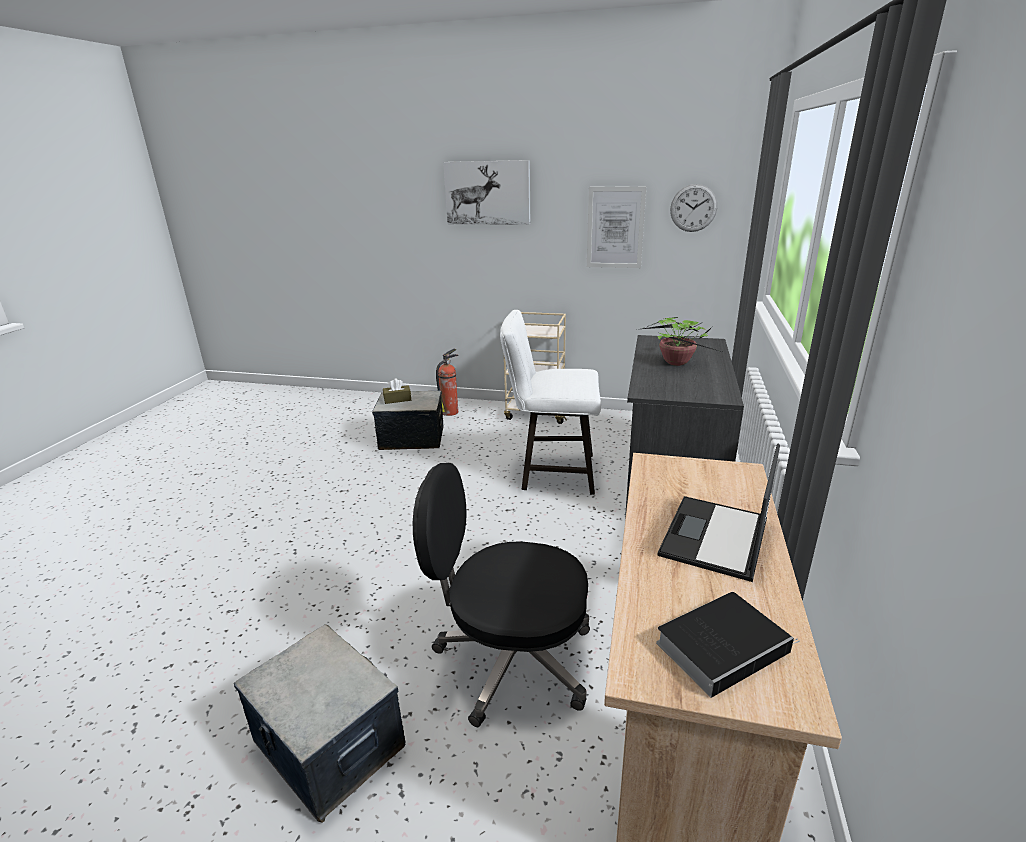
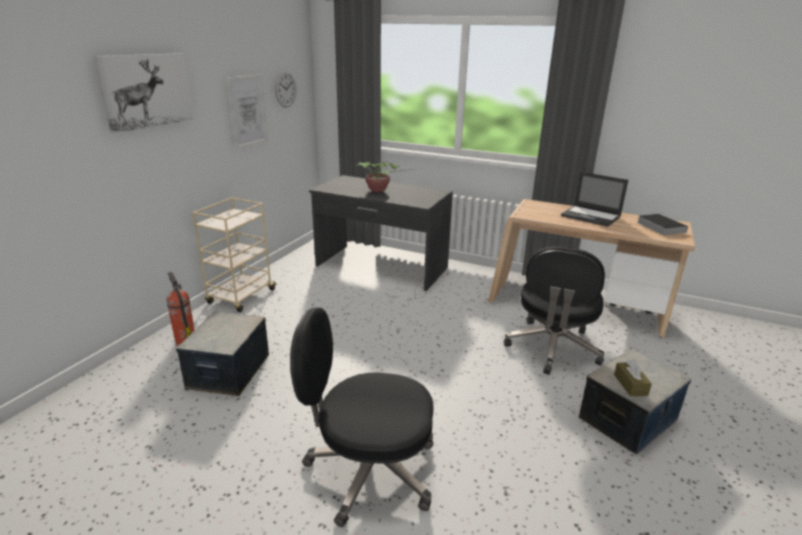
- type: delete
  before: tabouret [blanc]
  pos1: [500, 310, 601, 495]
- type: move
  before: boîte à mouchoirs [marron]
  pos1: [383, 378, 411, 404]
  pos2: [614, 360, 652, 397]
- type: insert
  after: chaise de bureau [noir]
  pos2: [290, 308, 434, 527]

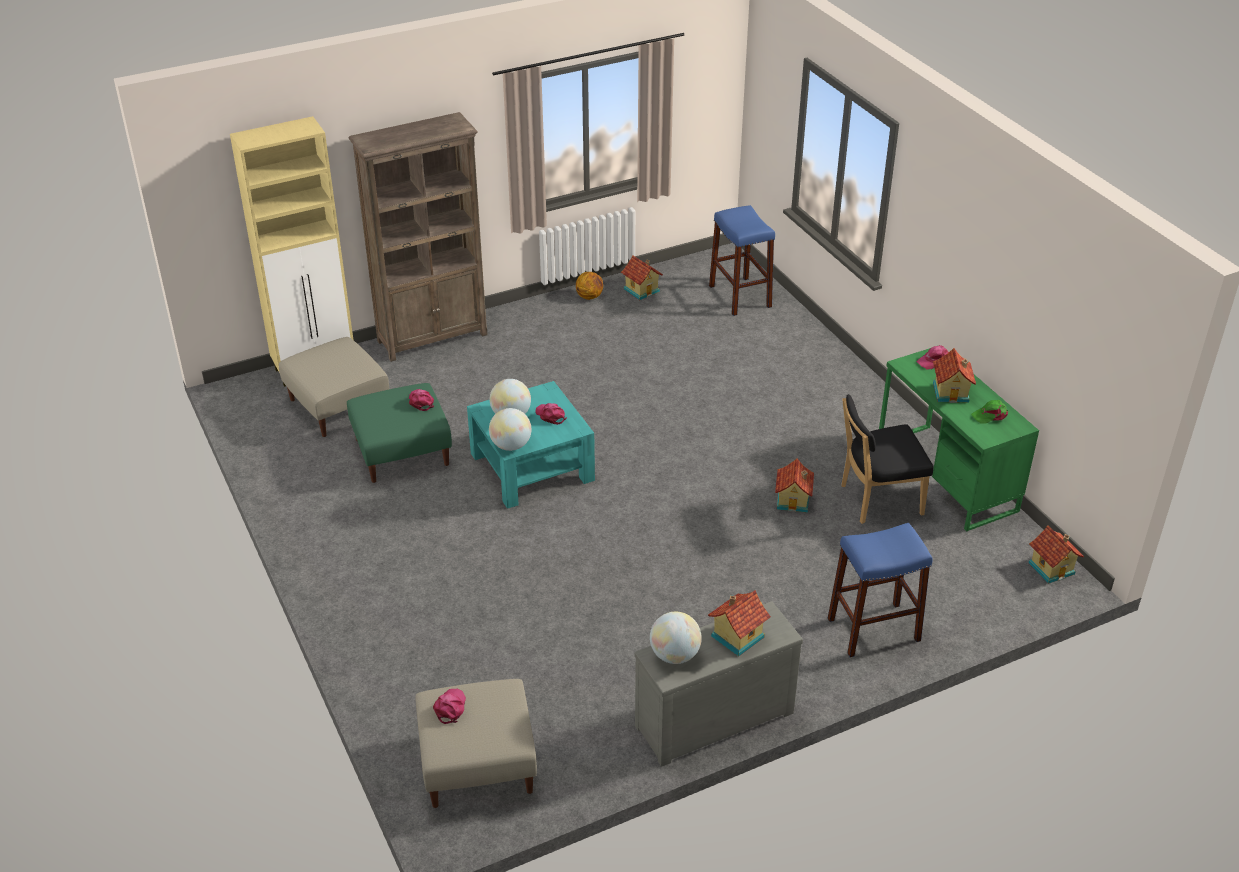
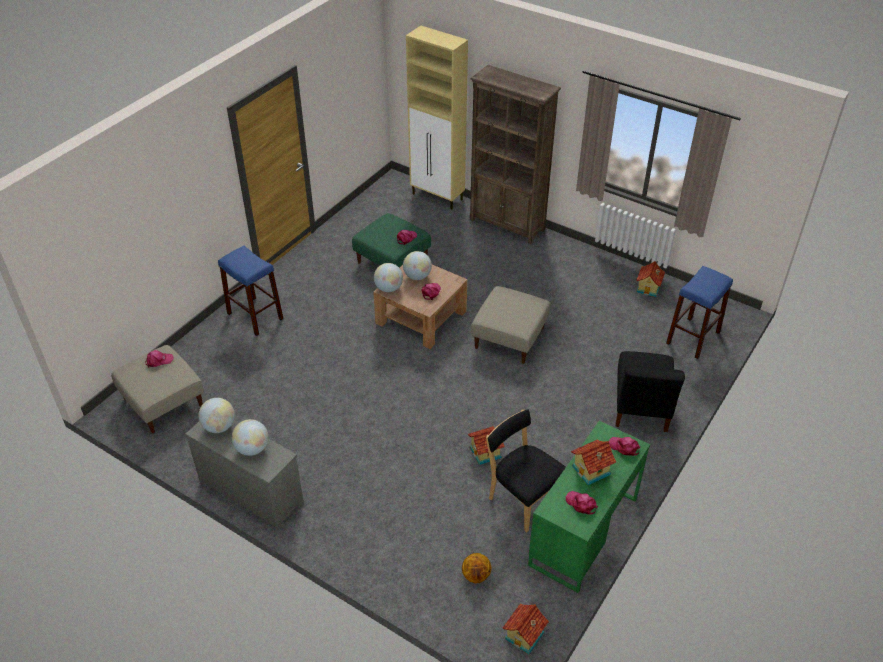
- type: move
  before: ballon de basket
  pos1: [576, 272, 603, 300]
  pos2: [462, 553, 491, 583]
- type: move
  before: pouf [beige]
  pos1: [279, 337, 389, 437]
  pos2: [471, 286, 550, 364]
- type: recolor
  before: table basse [turquoise]
  after: table basse [marron]
  pos1: [467, 381, 595, 509]
  pos2: [373, 265, 467, 349]
- type: recolor
  before: casquette [vert]
  after: casquette [rose]
  pos1: [971, 400, 1008, 424]
  pos2: [566, 491, 598, 515]
- type: move
  before: tabouret [bleu]
  pos1: [828, 523, 932, 657]
  pos2: [218, 246, 284, 336]
- type: replace
  before: maison miniature
  after: globe
  pos1: [708, 590, 771, 656]
  pos2: [232, 419, 268, 456]
- type: insert
  after: chaise [noir]
  pos2: [616, 351, 685, 432]

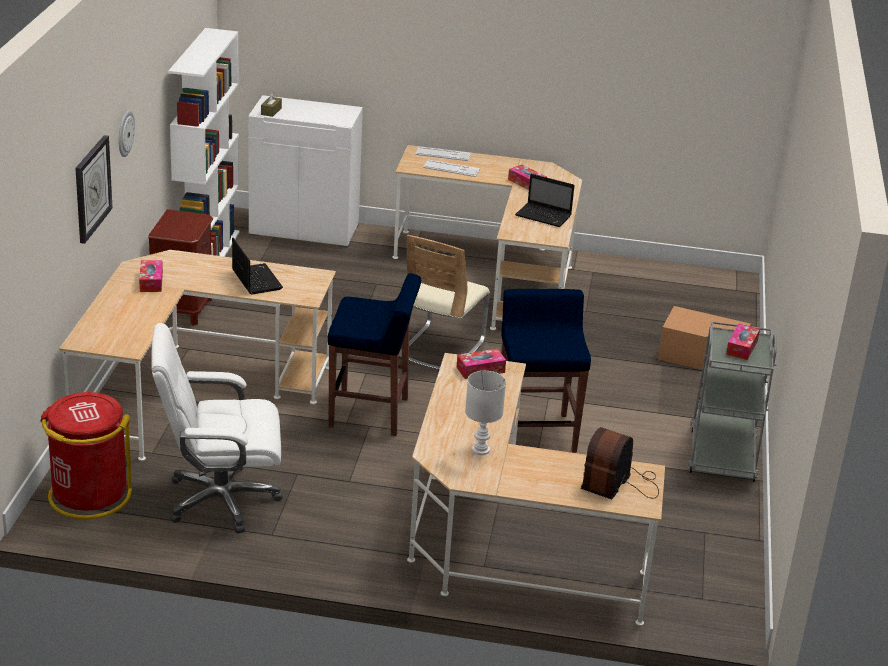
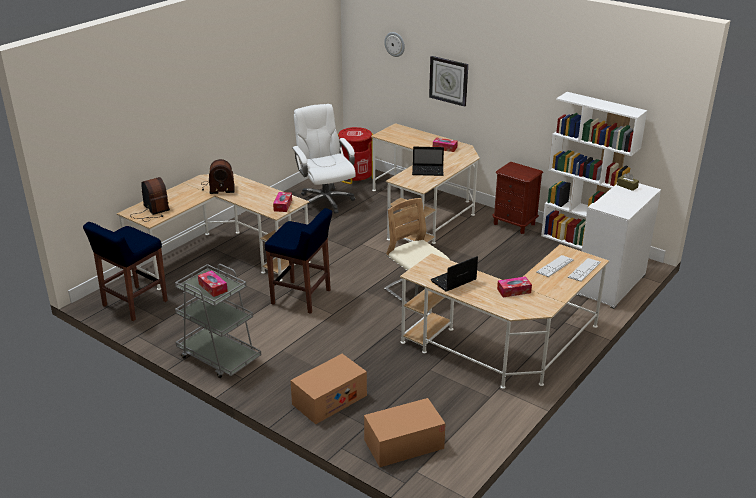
- type: move
  before: horloge murale
  pos1: [119, 110, 135, 157]
  pos2: [384, 32, 405, 57]
- type: move
  before: tabouret [bleu]
  pos1: [327, 273, 421, 436]
  pos2: [83, 222, 168, 321]
- type: rotate
  before: chaise de bureau [blanc]
  pos1: [151, 323, 283, 533]
  pos2: [292, 104, 356, 214]
  turn: -45
- type: replace
  before: lampe de table [blanc]
  after: radio
  pos1: [465, 371, 506, 455]
  pos2: [202, 159, 234, 194]
- type: insert
  after: carton
  pos2: [364, 398, 446, 467]

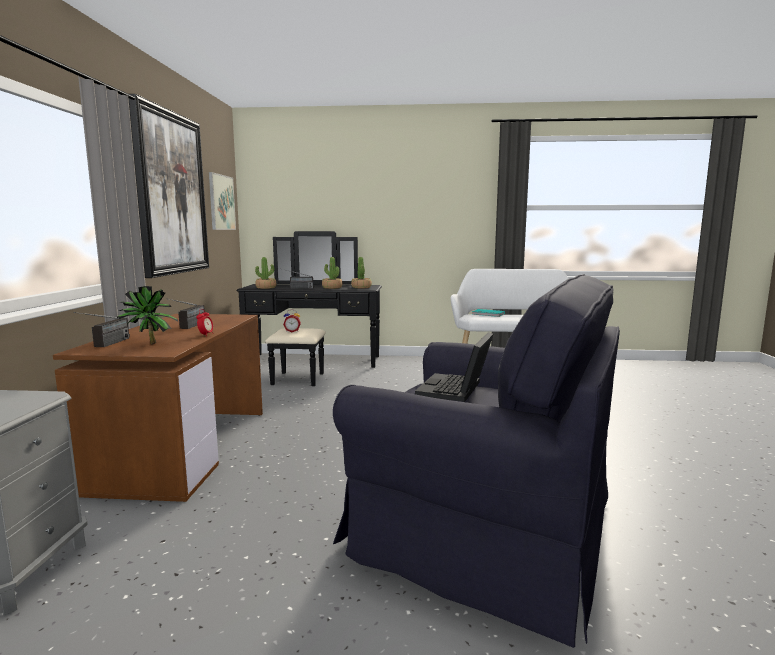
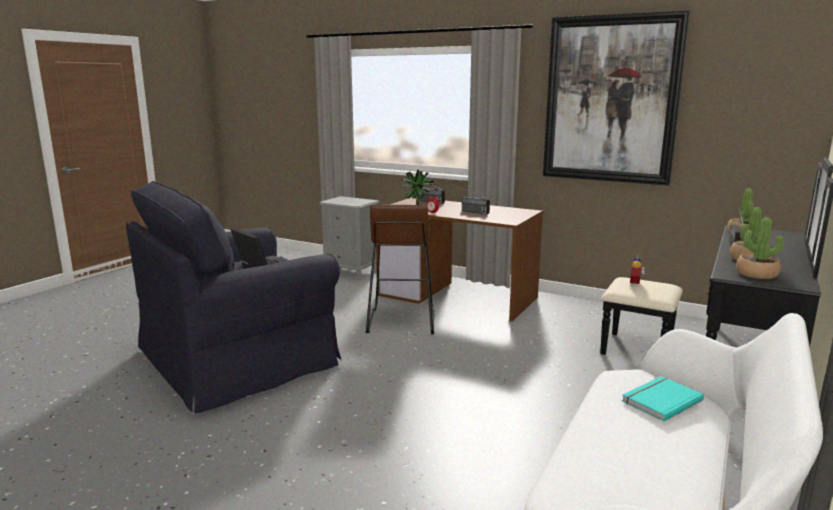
- type: delete
  before: tableau
  pos1: [209, 172, 236, 230]
- type: insert
  after: tabouret [marron]
  pos2: [366, 205, 435, 334]

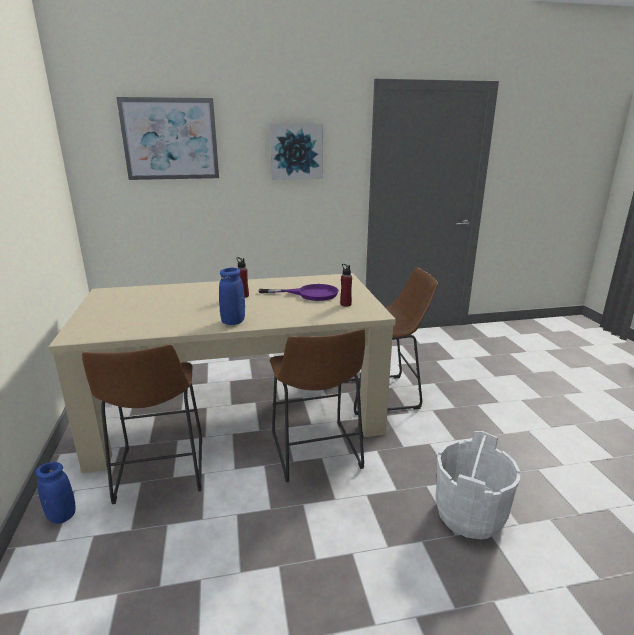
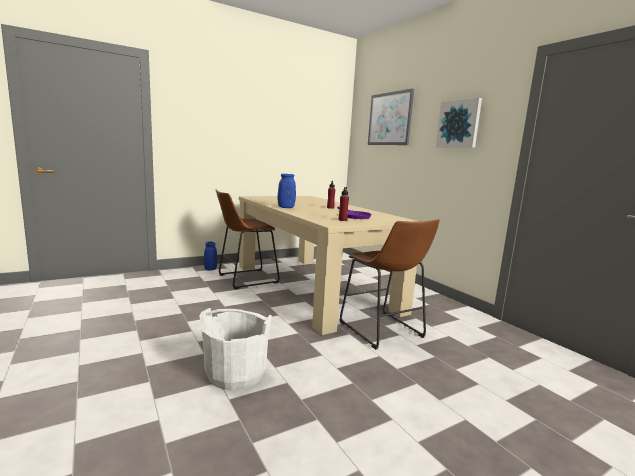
- type: delete
  before: tabouret [marron]
  pos1: [270, 329, 365, 482]

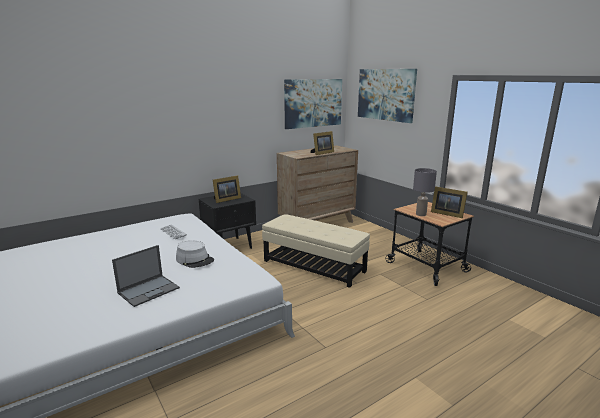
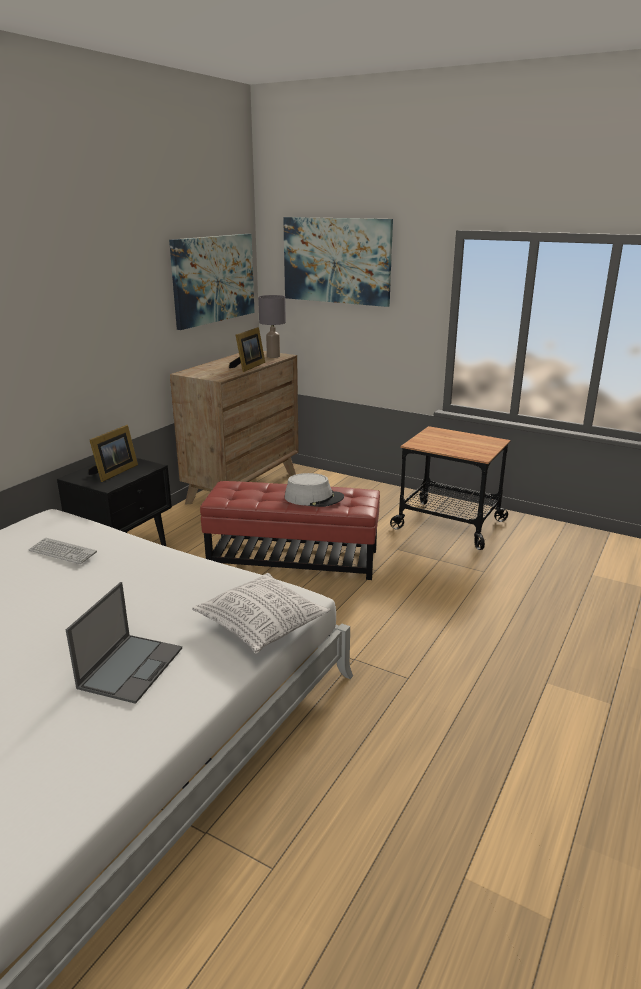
- type: move
  before: lampe de table [gris]
  pos1: [413, 168, 437, 216]
  pos2: [258, 295, 286, 358]
- type: delete
  before: cadre photo
  pos1: [431, 186, 468, 218]
- type: recolor
  before: pouf [beige]
  after: pouf [rouge]
  pos1: [262, 214, 370, 288]
  pos2: [200, 481, 380, 580]
- type: move
  before: chapeau [gris]
  pos1: [176, 240, 214, 268]
  pos2: [285, 473, 344, 507]
- type: insert
  after: coussin
  pos2: [192, 573, 330, 654]

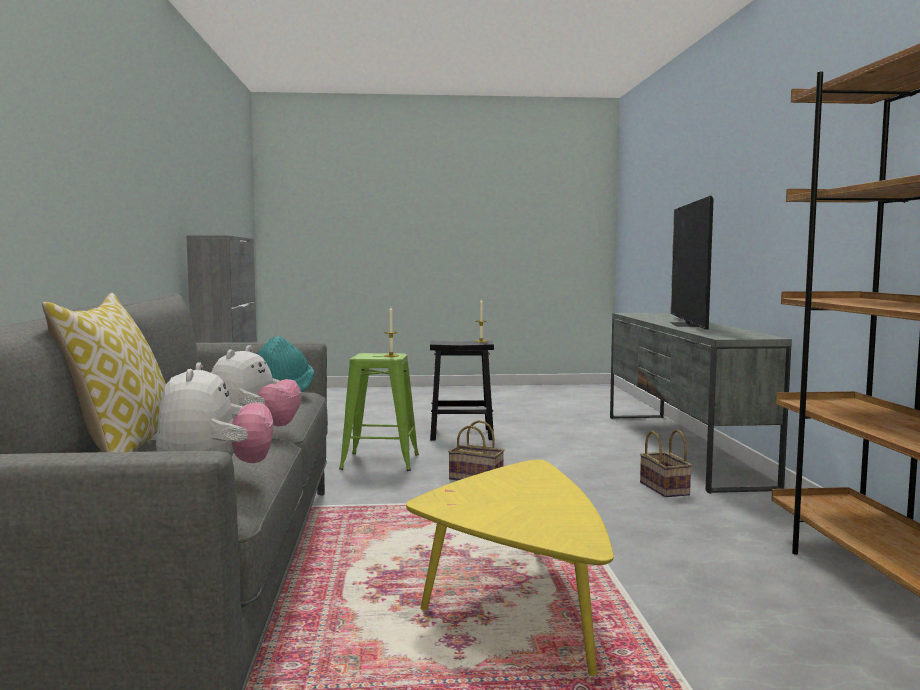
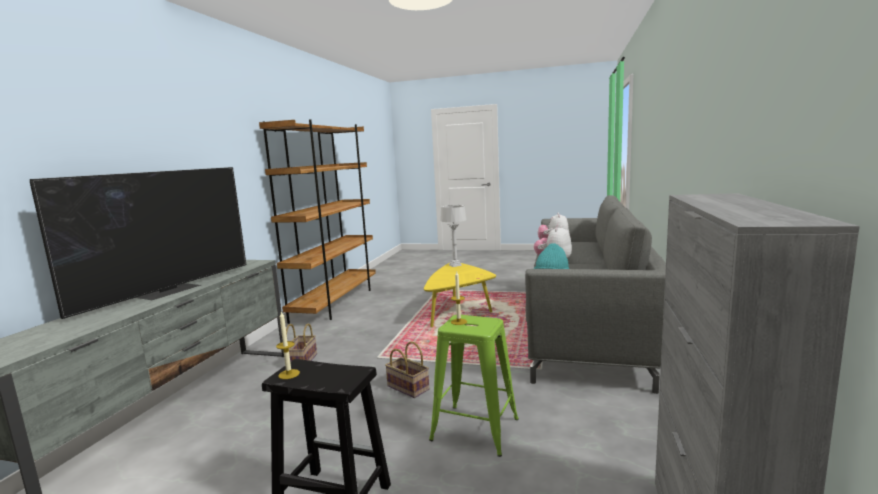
- type: delete
  before: coussin
  pos1: [42, 293, 166, 452]
- type: insert
  after: lampe de table [gris]
  pos2: [440, 205, 466, 267]

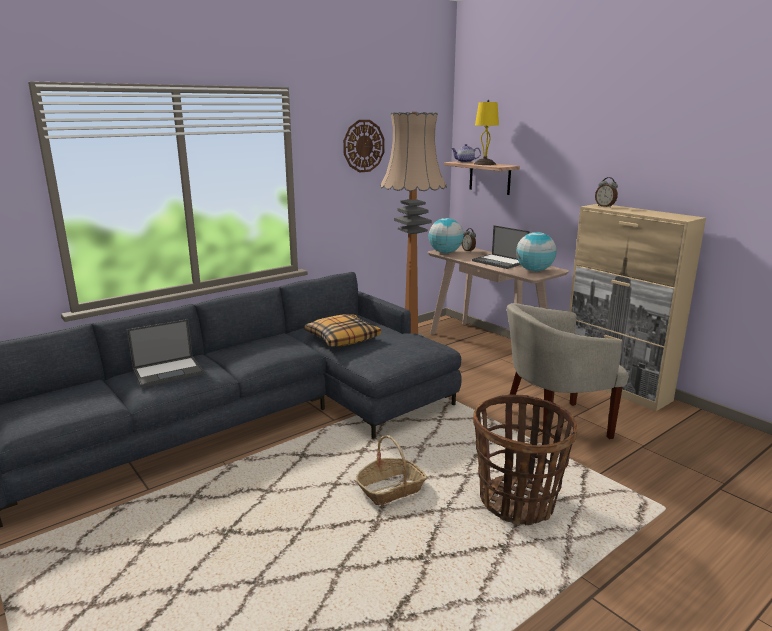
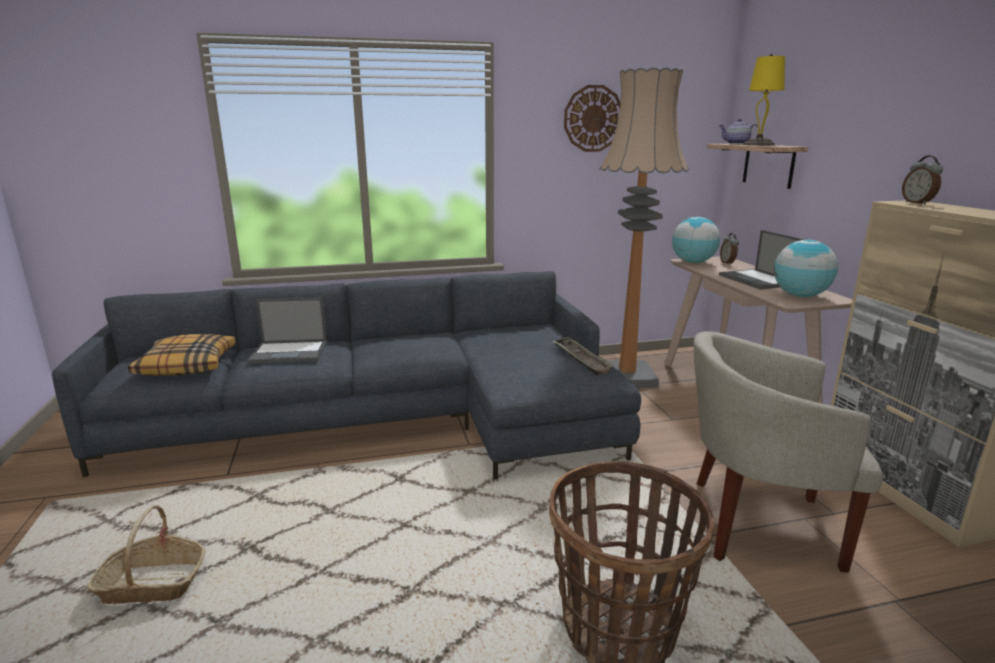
- type: move
  before: coussin
  pos1: [304, 314, 381, 346]
  pos2: [128, 334, 236, 376]
- type: move
  before: panier
  pos1: [356, 435, 427, 505]
  pos2: [87, 505, 205, 604]
- type: insert
  after: plateau
  pos2: [552, 337, 614, 375]

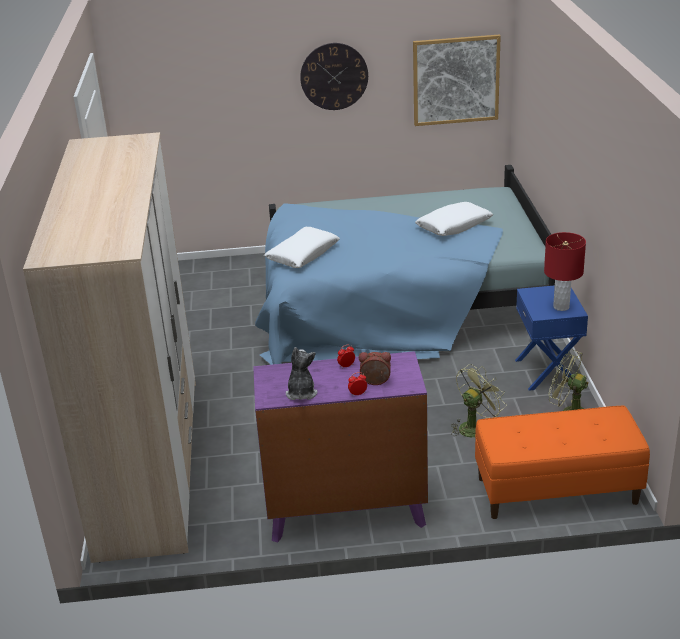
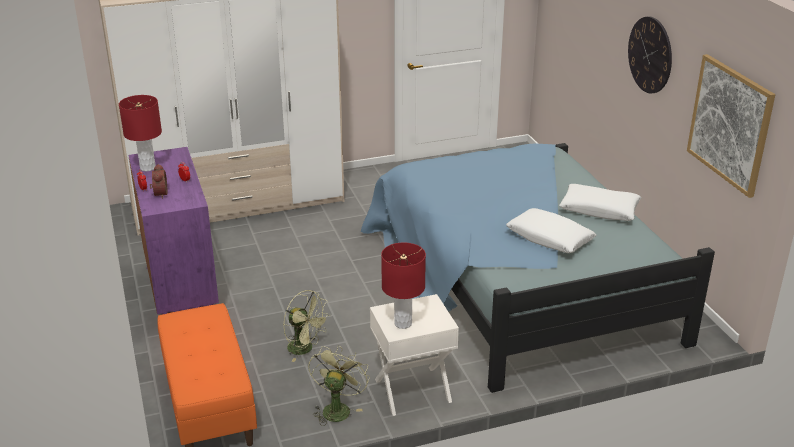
- type: move
  before: coussin [blanc]
  pos1: [264, 227, 340, 268]
  pos2: [559, 184, 641, 221]
- type: recolor
  before: table de chevet [bleu]
  after: table de chevet [blanc]
  pos1: [515, 285, 588, 391]
  pos2: [370, 294, 459, 416]
- type: replace
  before: peluche
  after: lampe de table [rouge]
  pos1: [286, 347, 318, 400]
  pos2: [119, 95, 162, 171]

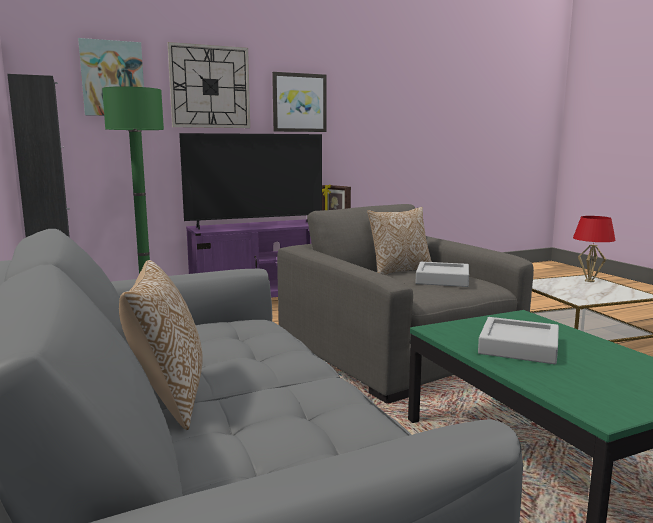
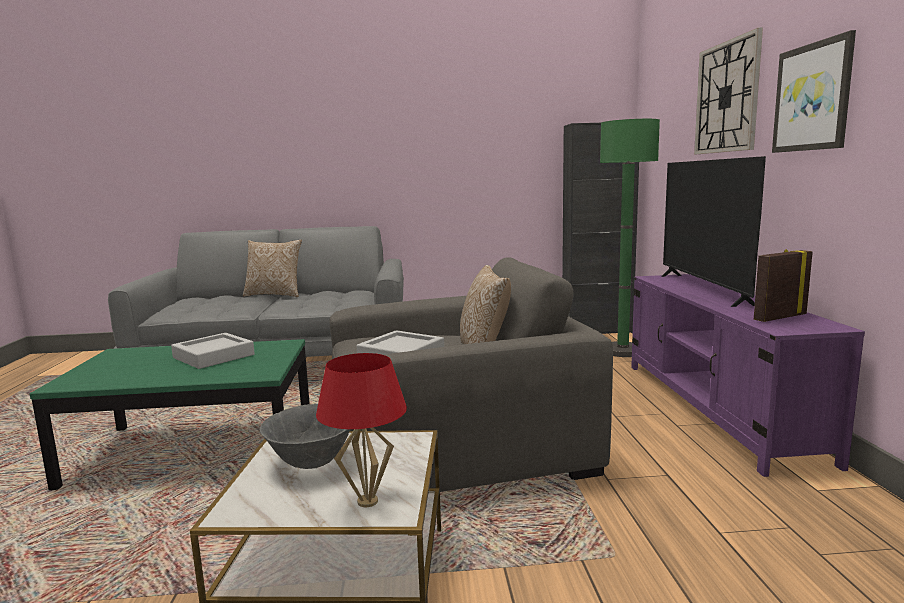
- type: delete
  before: tableau
  pos1: [78, 38, 144, 116]
- type: insert
  after: bol [gris]
  pos2: [260, 404, 351, 469]

